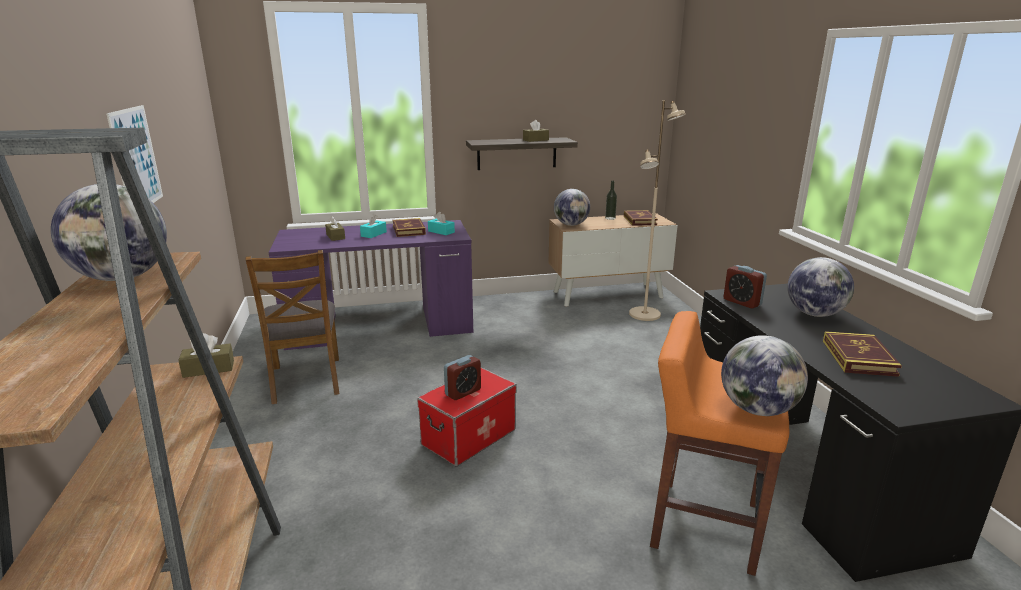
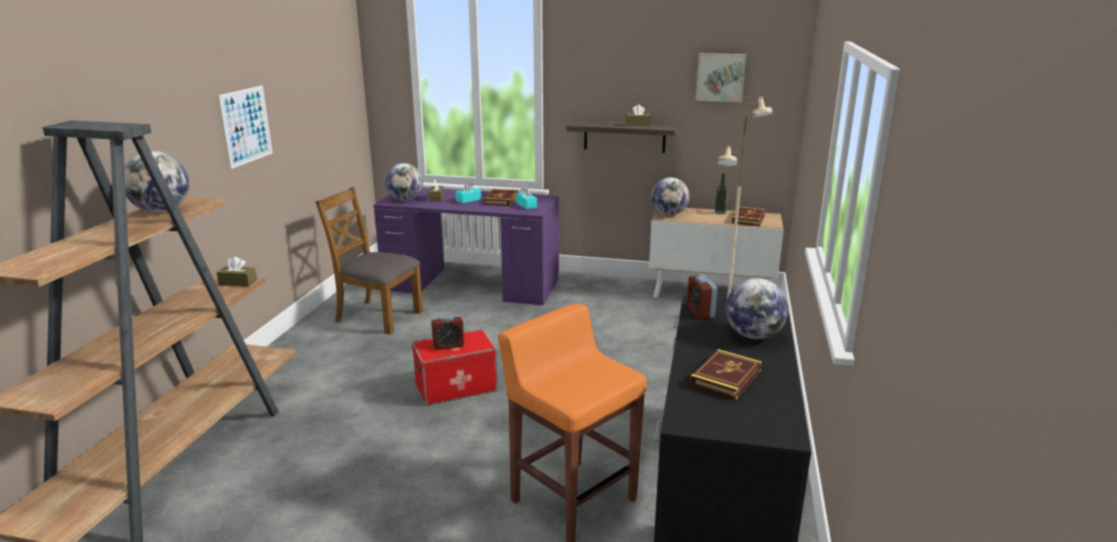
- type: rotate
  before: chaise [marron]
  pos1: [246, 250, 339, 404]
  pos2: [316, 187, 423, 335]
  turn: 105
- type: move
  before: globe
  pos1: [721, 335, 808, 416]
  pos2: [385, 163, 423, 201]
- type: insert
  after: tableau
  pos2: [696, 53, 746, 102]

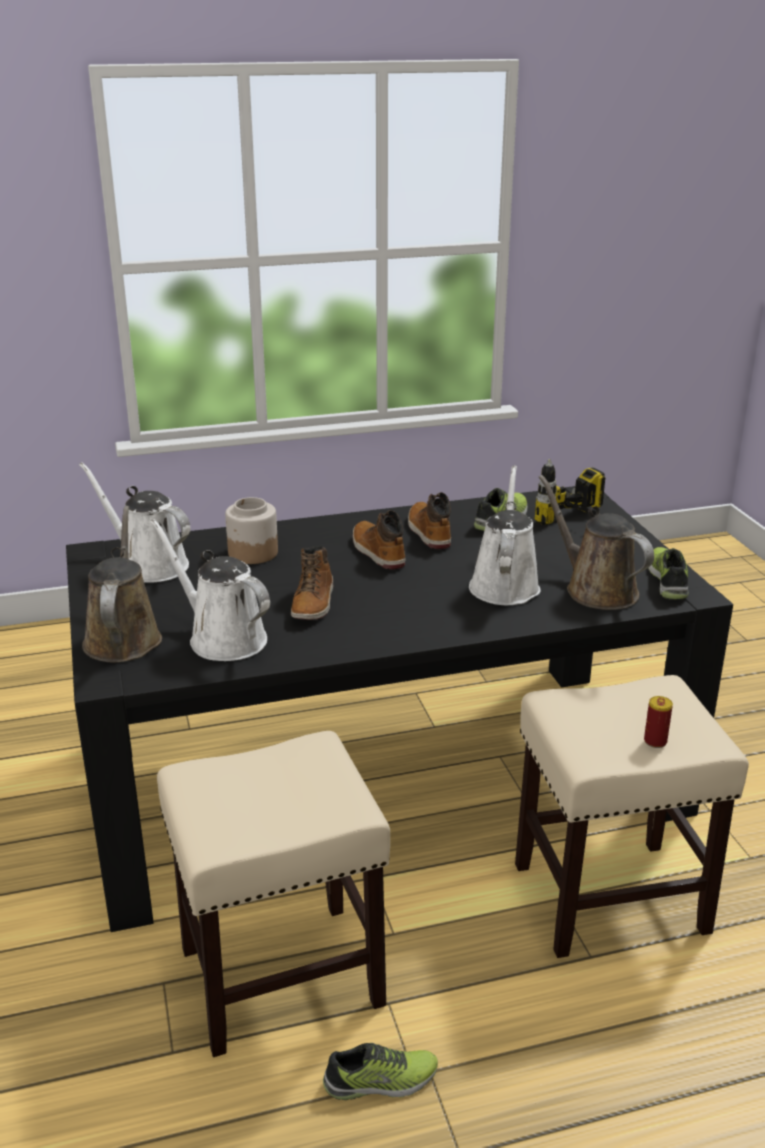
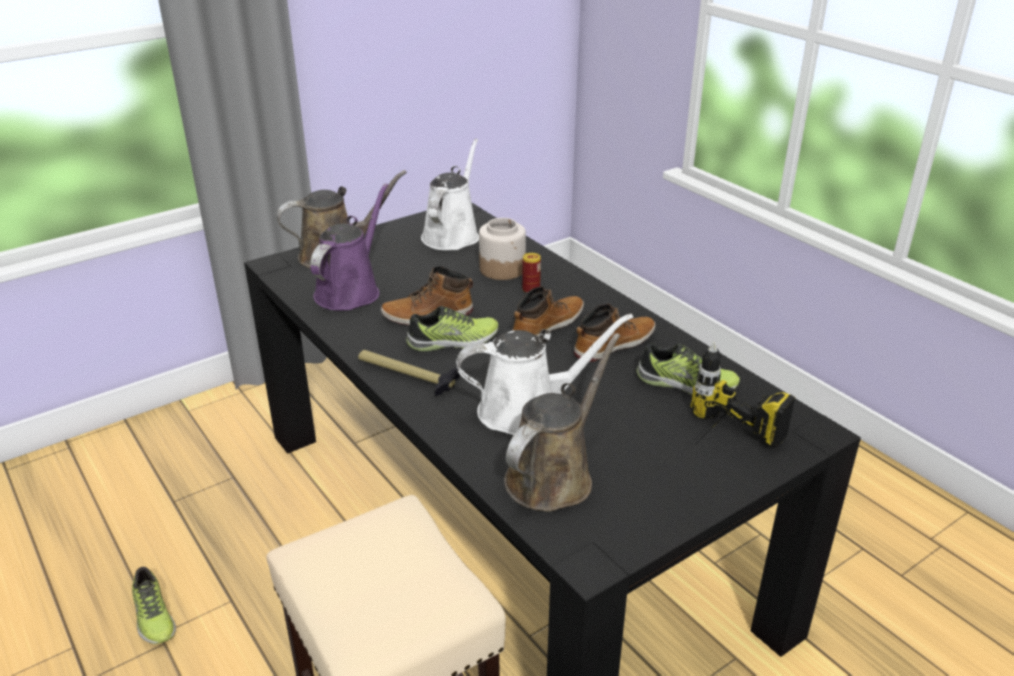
- type: recolor
  before: arrosoir [blanc]
  after: arrosoir [violet]
  pos1: [150, 519, 270, 661]
  pos2: [310, 183, 388, 311]
- type: move
  before: chaussure
  pos1: [648, 547, 688, 600]
  pos2: [406, 306, 498, 352]
- type: move
  before: boîte métallique
  pos1: [644, 696, 673, 748]
  pos2: [522, 253, 541, 293]
- type: delete
  before: tabouret [beige]
  pos1: [157, 731, 390, 1057]
- type: insert
  after: marteau
  pos2: [358, 350, 460, 396]

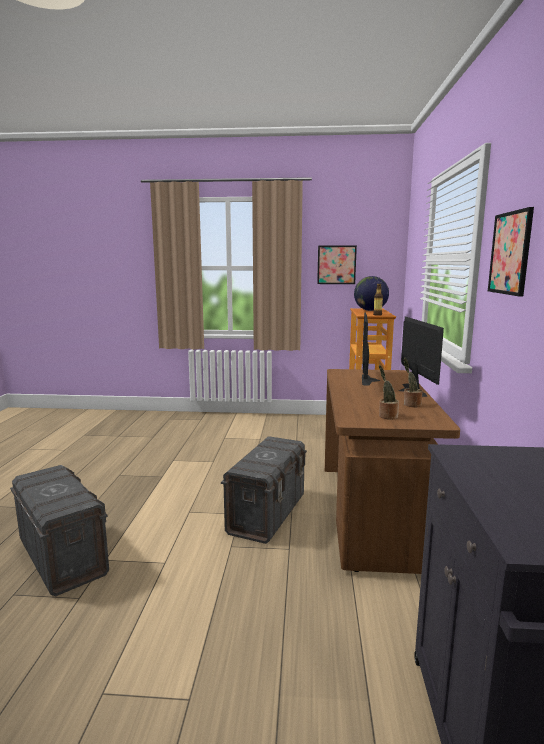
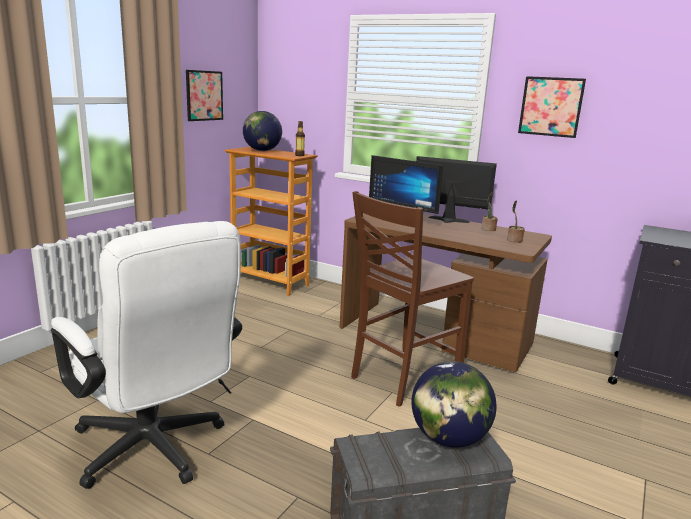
- type: replace
  before: boîte de rangement [gris]
  after: chaise [marron]
  pos1: [221, 436, 307, 544]
  pos2: [351, 191, 474, 407]
- type: insert
  after: chaise de bureau [blanc]
  pos2: [51, 221, 242, 489]
- type: insert
  after: globe
  pos2: [412, 361, 497, 448]

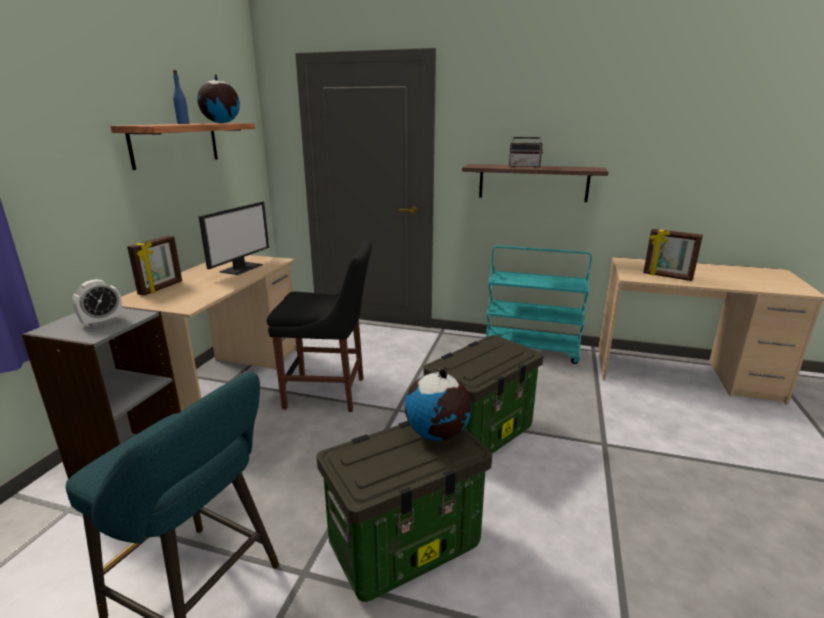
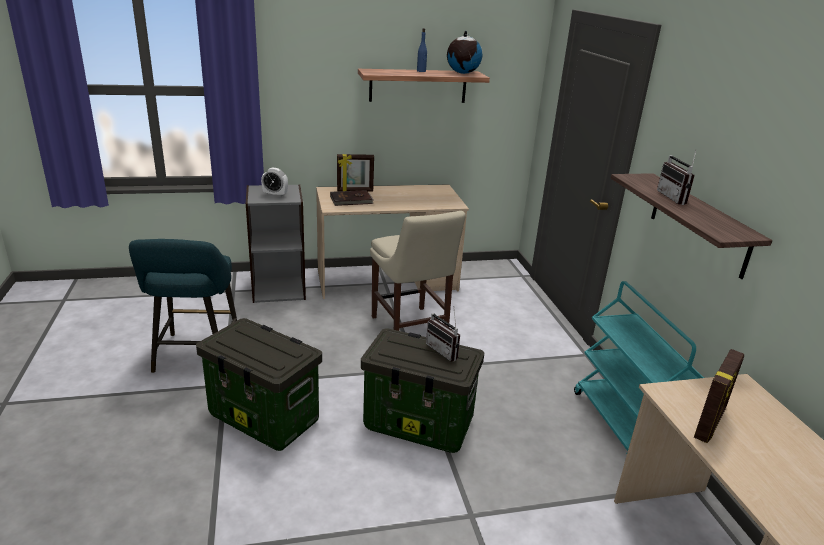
- type: delete
  before: écran d'ordinateur
  pos1: [199, 202, 269, 275]
- type: rotate
  before: cadre photo
  pos1: [643, 229, 703, 281]
  pos2: [694, 349, 744, 443]
  turn: -150
- type: recolor
  before: chaise [noir]
  after: chaise [beige]
  pos1: [267, 240, 372, 412]
  pos2: [370, 211, 466, 331]
- type: delete
  before: globe
  pos1: [405, 368, 472, 441]
- type: insert
  after: livre [marron]
  pos2: [330, 190, 373, 206]
- type: insert
  after: radio
  pos2: [426, 309, 460, 362]

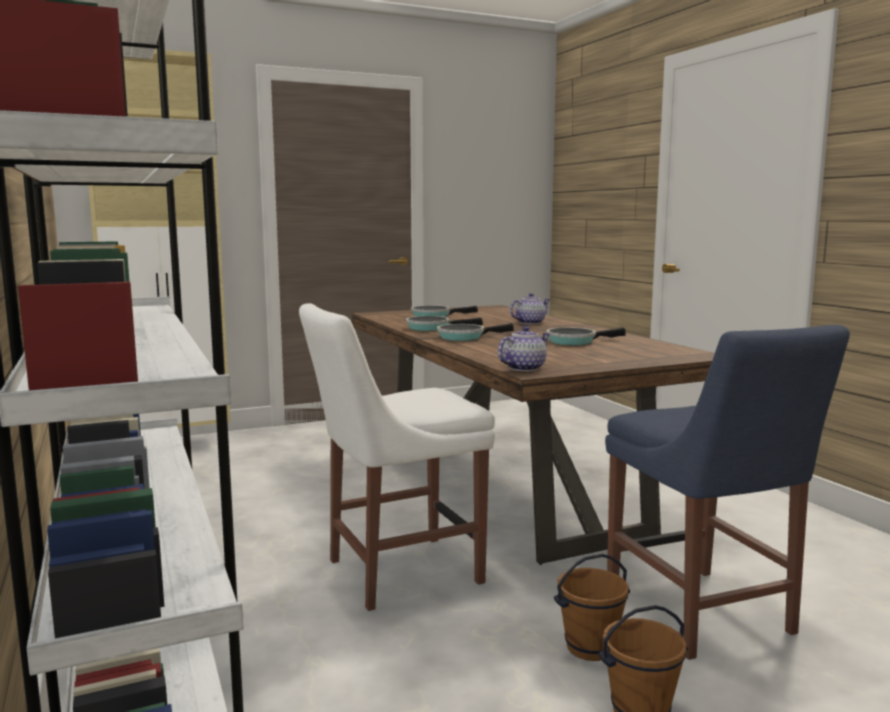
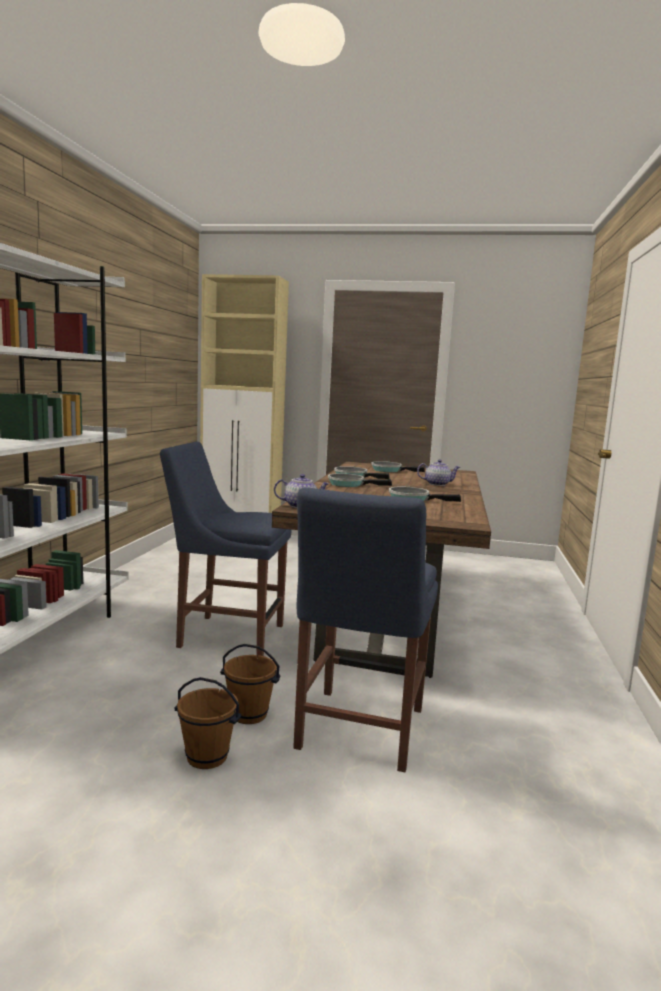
- type: recolor
  before: chaise [blanc]
  after: chaise [bleu]
  pos1: [299, 303, 495, 611]
  pos2: [160, 442, 292, 658]

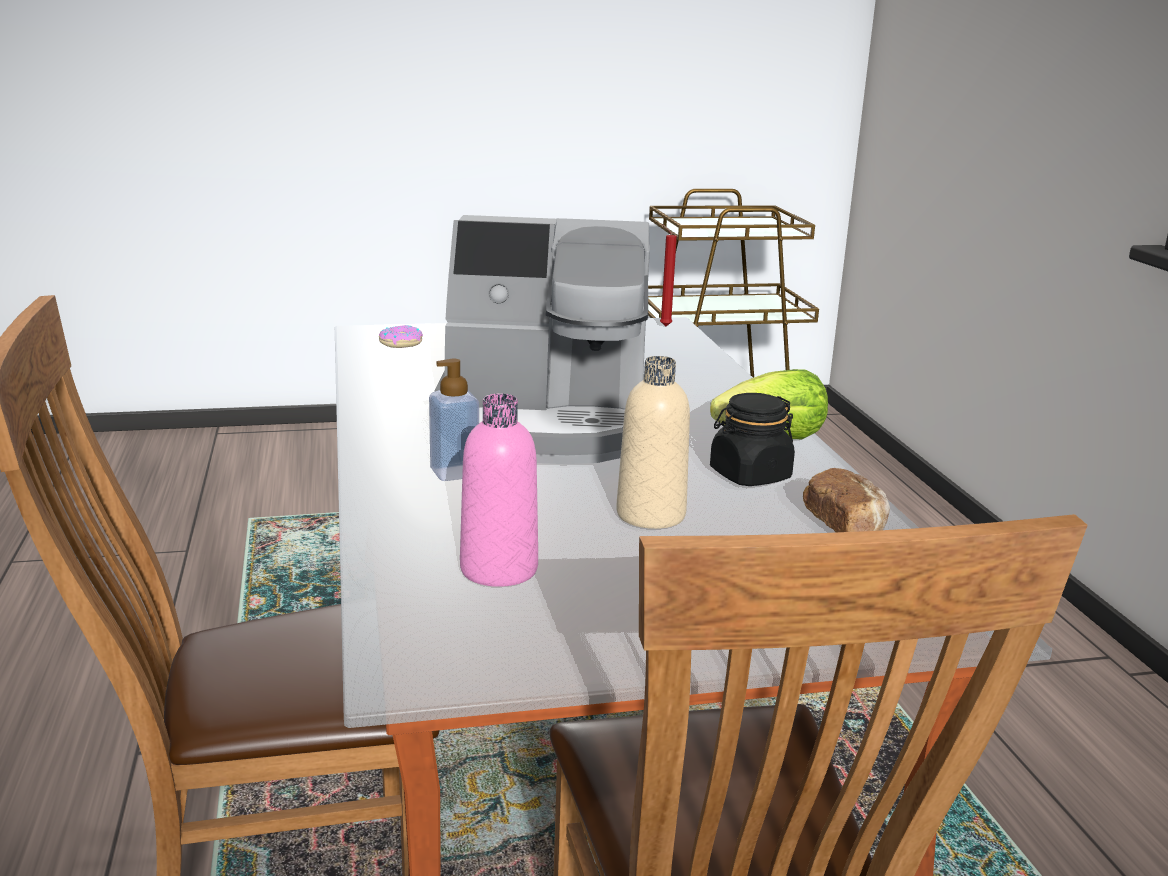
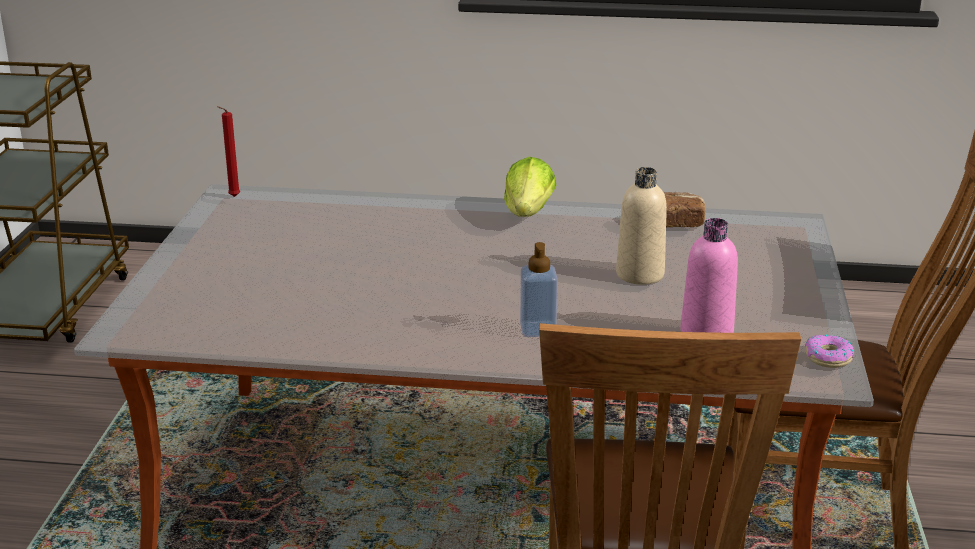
- type: delete
  before: machine à café
  pos1: [434, 215, 650, 464]
- type: move
  before: beignet
  pos1: [379, 325, 423, 348]
  pos2: [805, 334, 854, 368]
- type: delete
  before: bocal [noir]
  pos1: [710, 393, 795, 486]

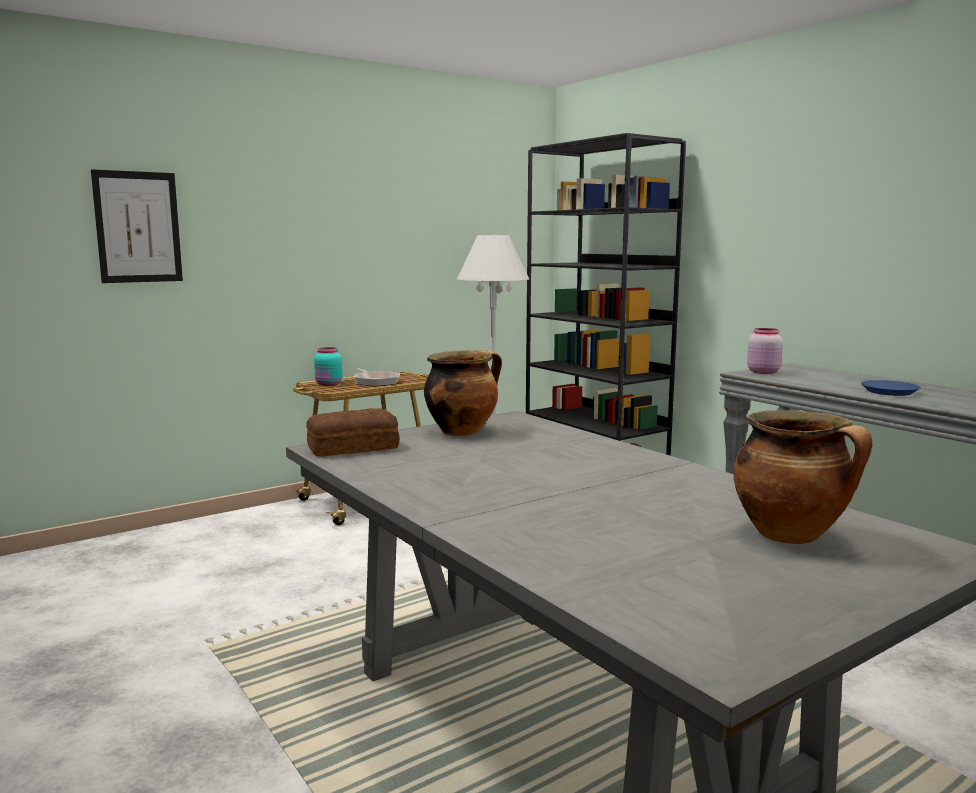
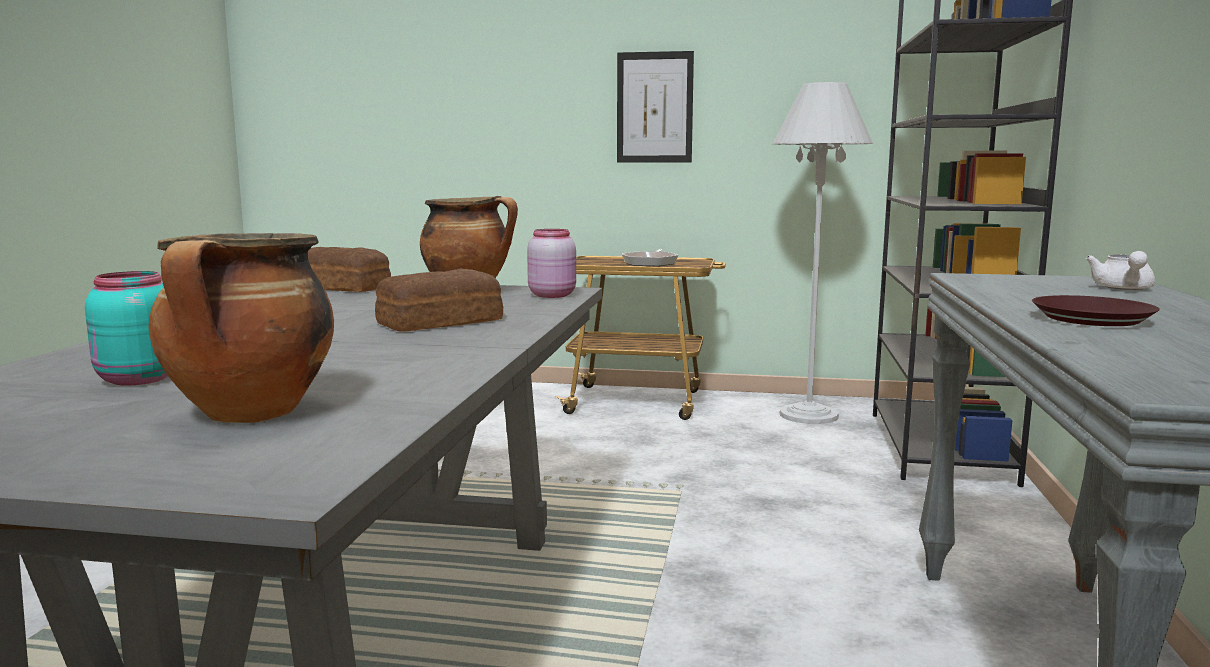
- type: move
  before: tableau
  pos1: [91, 169, 183, 283]
  pos2: [617, 51, 694, 163]
- type: move
  before: bocal [rose]
  pos1: [747, 328, 783, 374]
  pos2: [527, 229, 576, 298]
- type: move
  before: bocal [turquoise]
  pos1: [314, 347, 342, 386]
  pos2: [85, 271, 168, 386]
- type: recolor
  before: assiette [bleu]
  after: assiette [marron]
  pos1: [861, 380, 921, 396]
  pos2: [1032, 295, 1160, 326]
- type: insert
  after: théière [blanc]
  pos2: [1086, 251, 1155, 290]
- type: insert
  after: pain
  pos2: [375, 268, 503, 332]

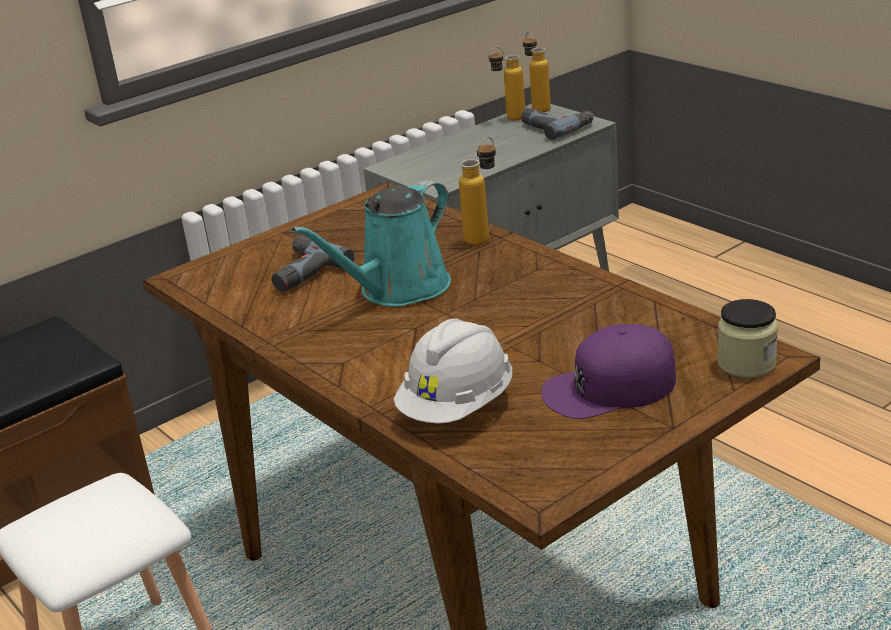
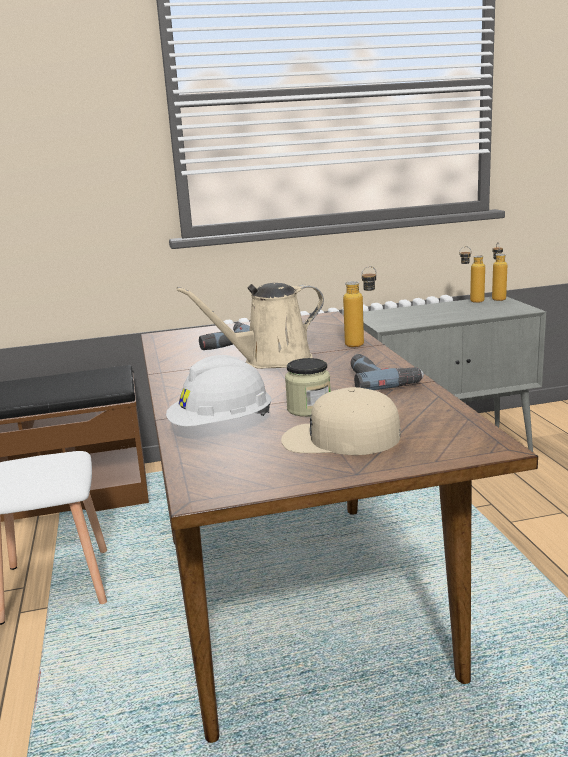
- type: move
  before: perceuse
  pos1: [521, 108, 594, 140]
  pos2: [351, 354, 424, 390]
- type: recolor
  before: arrosoir [turquoise]
  after: arrosoir [beige]
  pos1: [291, 180, 451, 307]
  pos2: [176, 283, 324, 369]
- type: move
  before: bocal
  pos1: [718, 299, 778, 378]
  pos2: [285, 358, 330, 417]
- type: recolor
  before: casquette [violet]
  after: casquette [beige]
  pos1: [541, 324, 676, 419]
  pos2: [281, 387, 401, 455]

